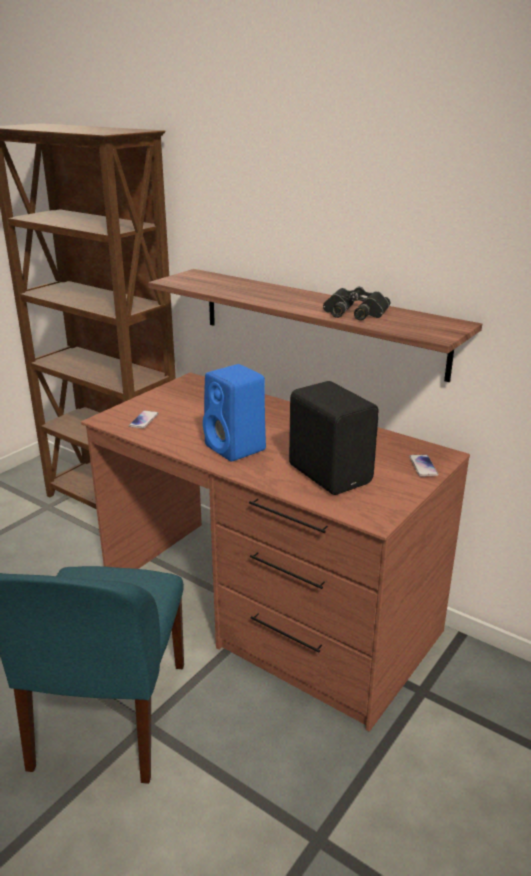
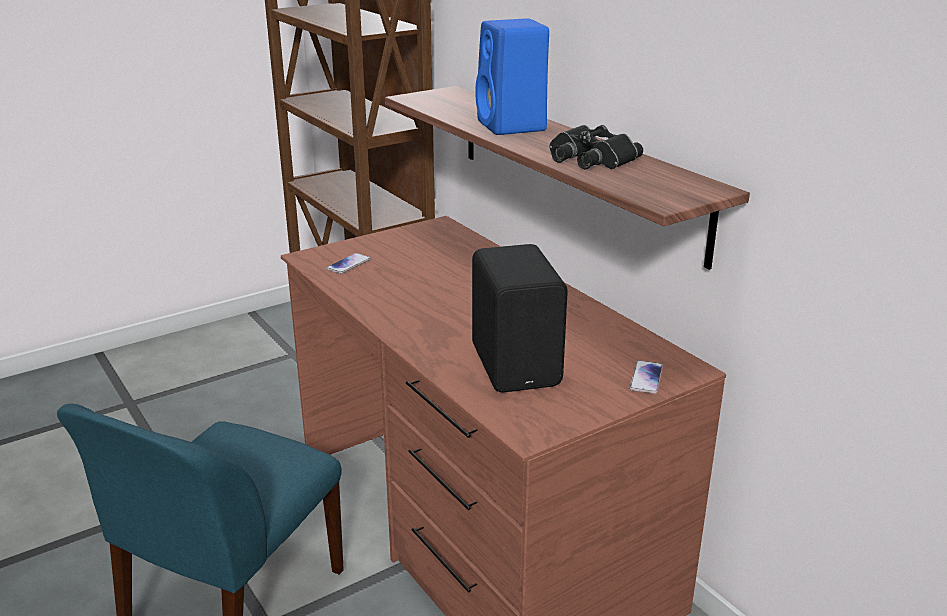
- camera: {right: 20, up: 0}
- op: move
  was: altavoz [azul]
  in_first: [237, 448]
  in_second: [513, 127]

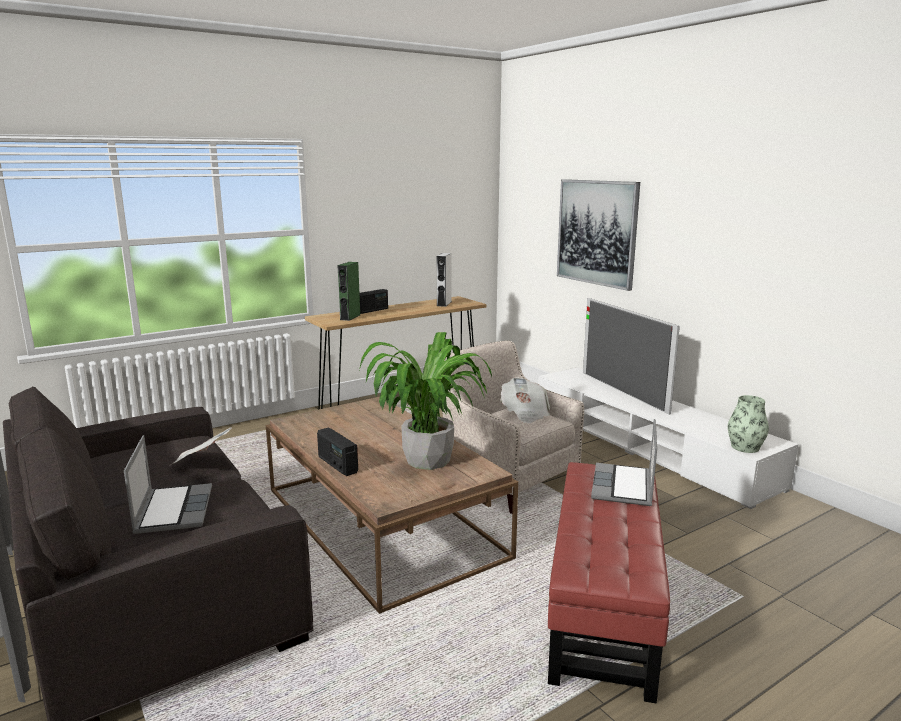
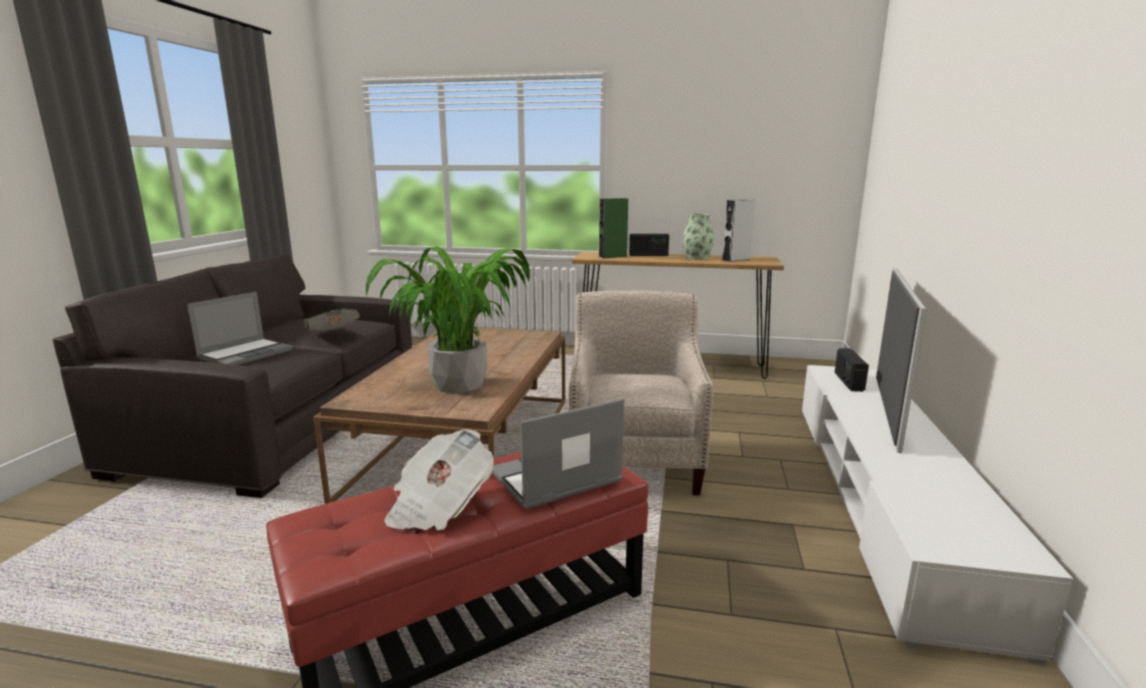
- camera: {right: 45, up: 0}
- op: delete
  was: cuadro
  in_first: [597, 232]
- op: move
  was: periódico
  in_first: [524, 413]
  in_second: [439, 506]
- op: move
  was: florero
  in_first: [745, 447]
  in_second: [696, 258]
- op: move
  was: radio
  in_first: [337, 465]
  in_second: [848, 382]

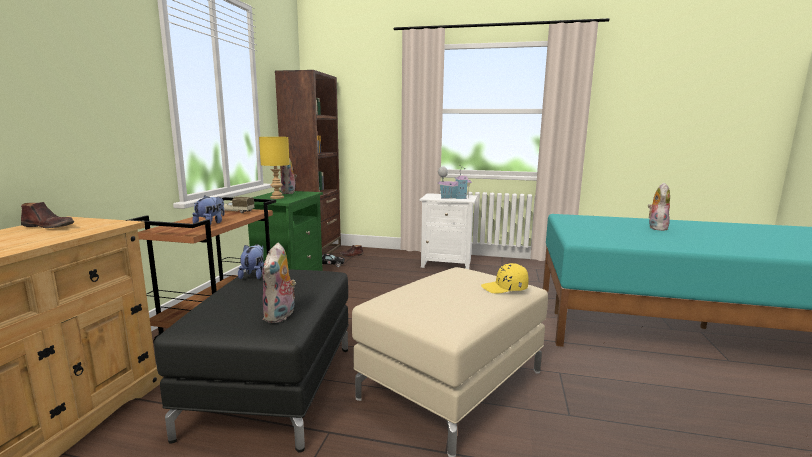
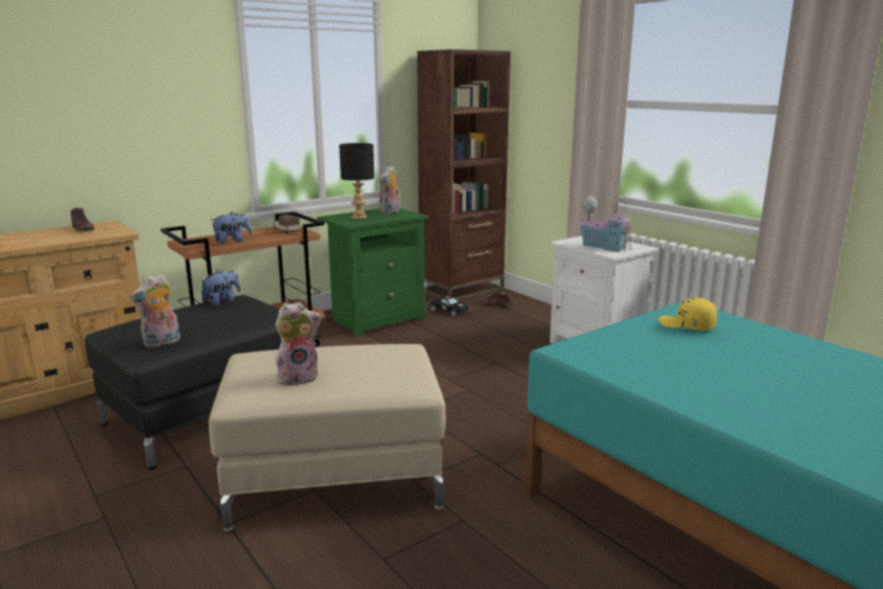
- camera: {right: 40, up: 5}
- op: recolor
  was: lámpara de mesa [amarillo]
  now: lámpara de mesa [negro]
  in_first: [276, 198]
  in_second: [358, 218]
- op: move
  was: peluche
  in_first: [656, 228]
  in_second: [298, 377]
- op: move
  was: gorra [amarillo]
  in_first: [505, 288]
  in_second: [686, 325]

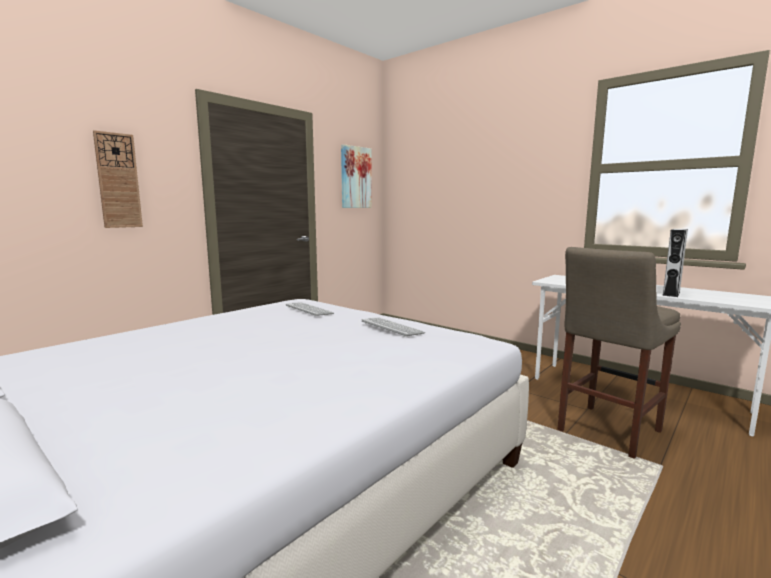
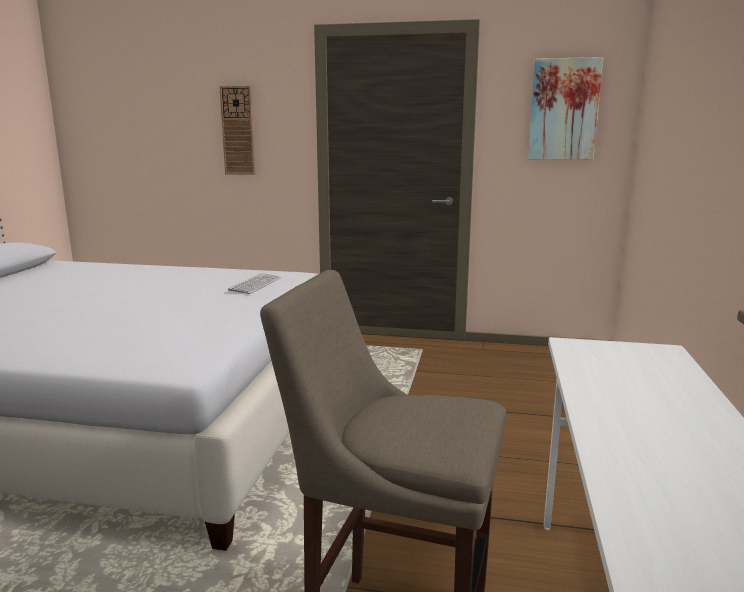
- camera: {right: 60, up: 5}
- op: delete
  was: altavoz [gris]
  in_first: [671, 293]
- op: delete
  was: teclado
  in_first: [392, 328]

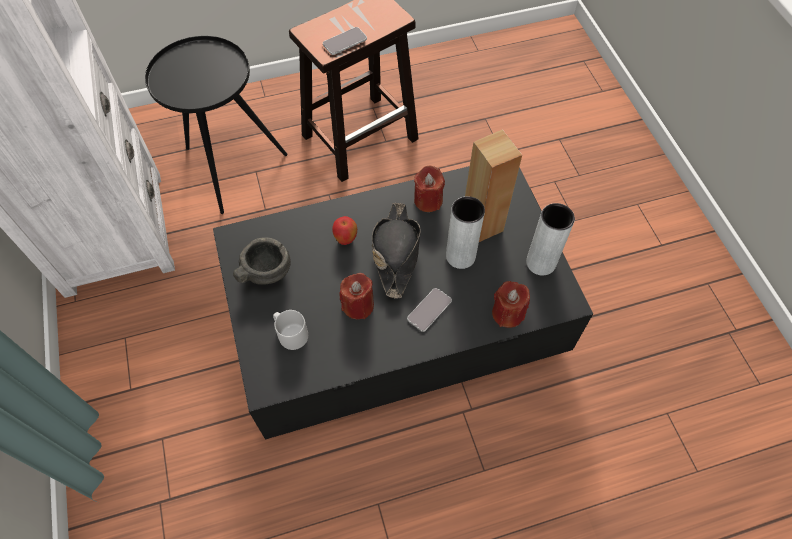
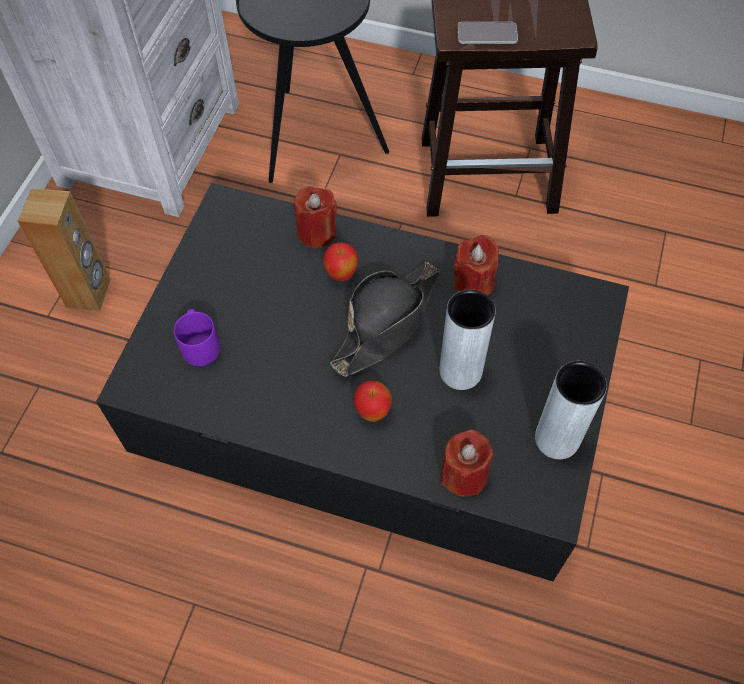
- camera: {right: 35, up: 0}
- op: move
  was: altavoz [marrón]
  in_first: [482, 224]
  in_second: [89, 293]
- op: delete
  was: cuenco [gris]
  in_first: [266, 271]
- op: move
  was: vela [rojo]
  in_first: [358, 305]
  in_second: [316, 232]
- op: replace
  was: móvil
  now: manzana
  in_first: [429, 310]
  in_second: [372, 412]
- op: recolor
  was: taza grande [gris]
  now: taza grande [morado]
  in_first: [291, 334]
  in_second: [200, 345]

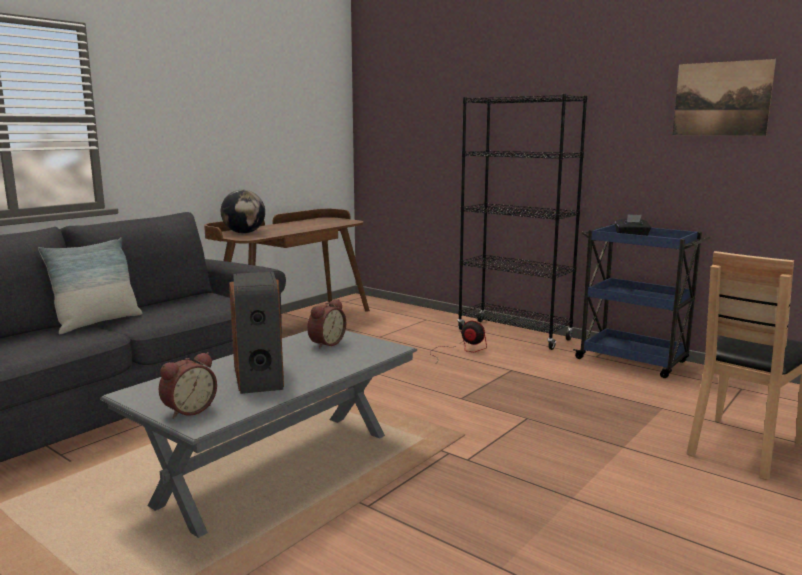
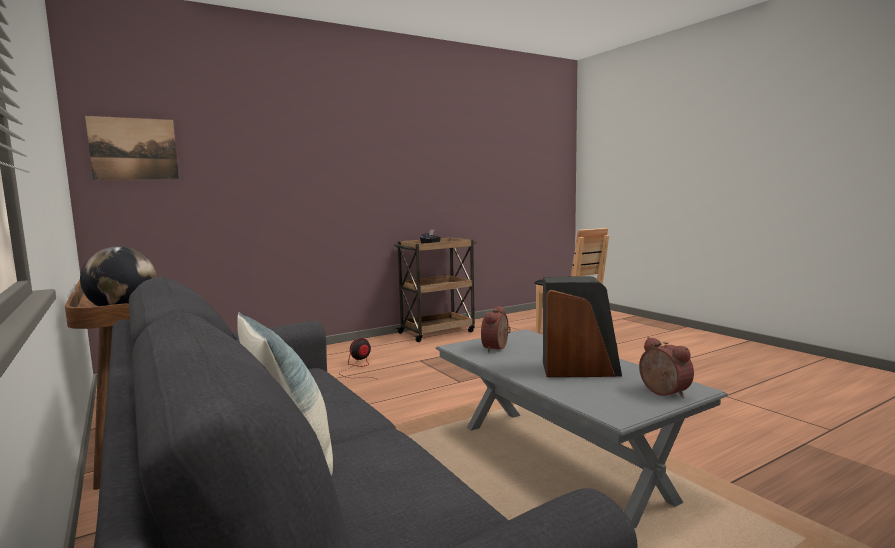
- camera: {right: -70, up: -5}
- op: move
  was: cuadro
  in_first: [721, 99]
  in_second: [134, 149]
- op: delete
  was: estantería [negro]
  in_first: [514, 334]
- op: recolor
  was: carrito [azul]
  now: carrito [marrón]
  in_first: [633, 361]
  in_second: [437, 332]
- op: rotate
  was: despertador
  in_first: [325, 343]
  in_second: [497, 348]
  clockwise: -120

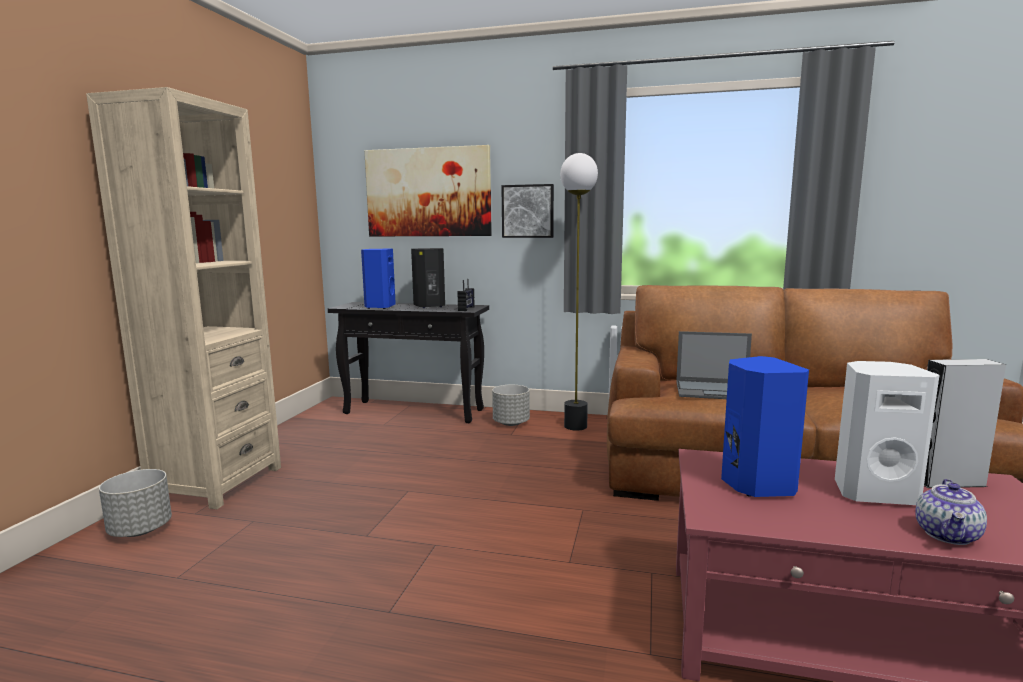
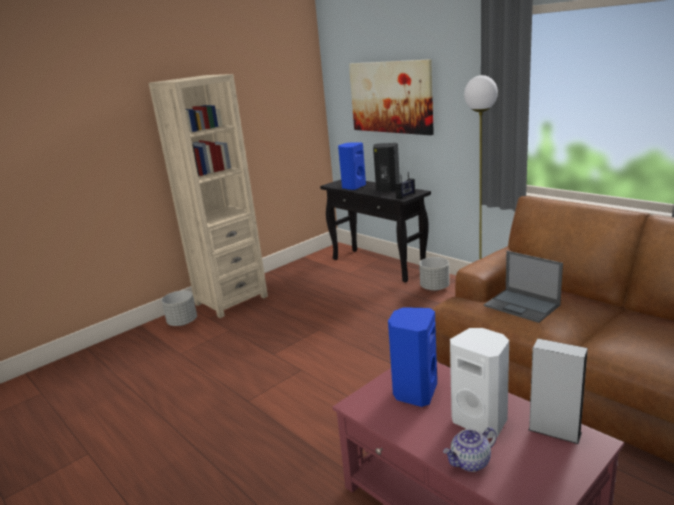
- camera: {right: 35, up: 10}
- op: delete
  was: cuadro
  in_first: [528, 211]

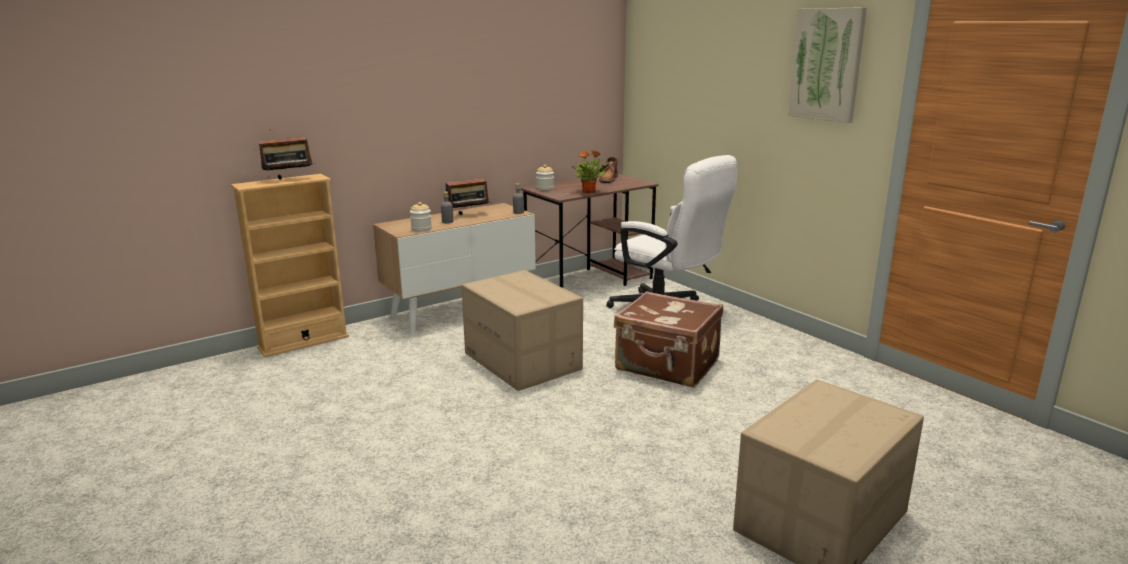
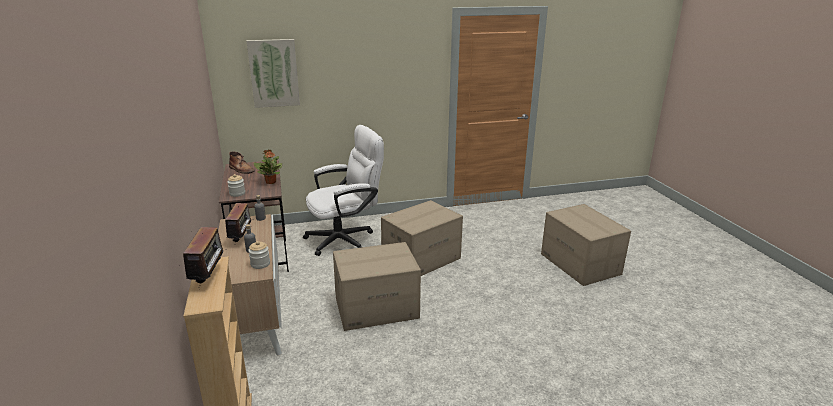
- camera: {right: -70, up: 5}
- op: move
  was: cuadro
  in_first: [827, 64]
  in_second: [274, 73]
- op: replace
  was: maleta [marrón]
  now: caja de cartón
  in_first: [667, 366]
  in_second: [421, 259]

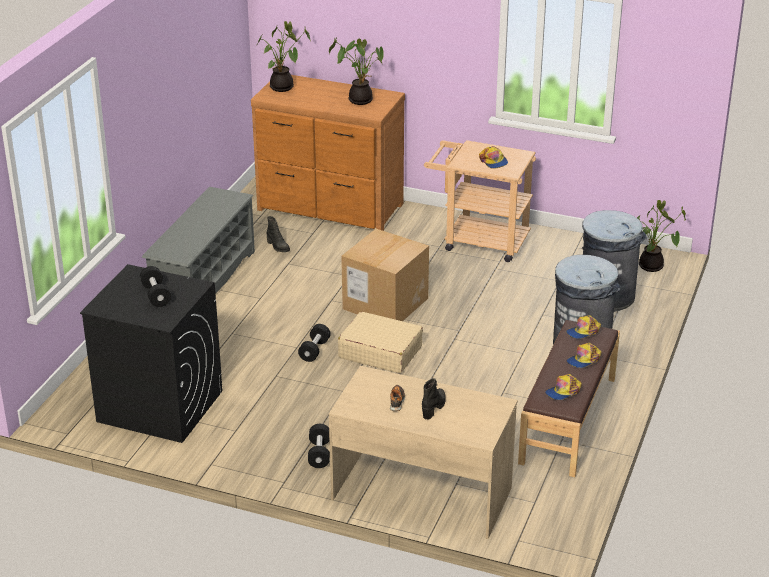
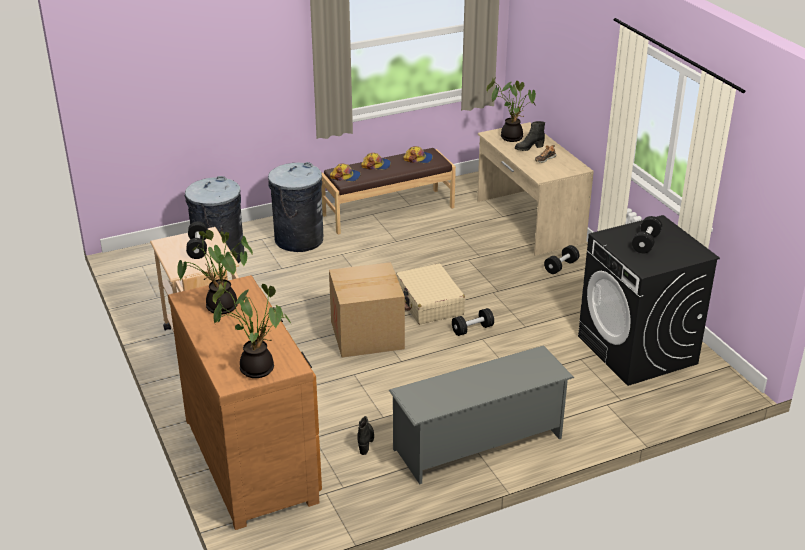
- camera: {right: -135, up: 0}
- op: replace
  was: gorra
  now: mancuerna [negro]
  in_first: [493, 161]
  in_second: [198, 248]
- op: move
  was: planta en maceta
  in_first: [653, 267]
  in_second: [511, 137]

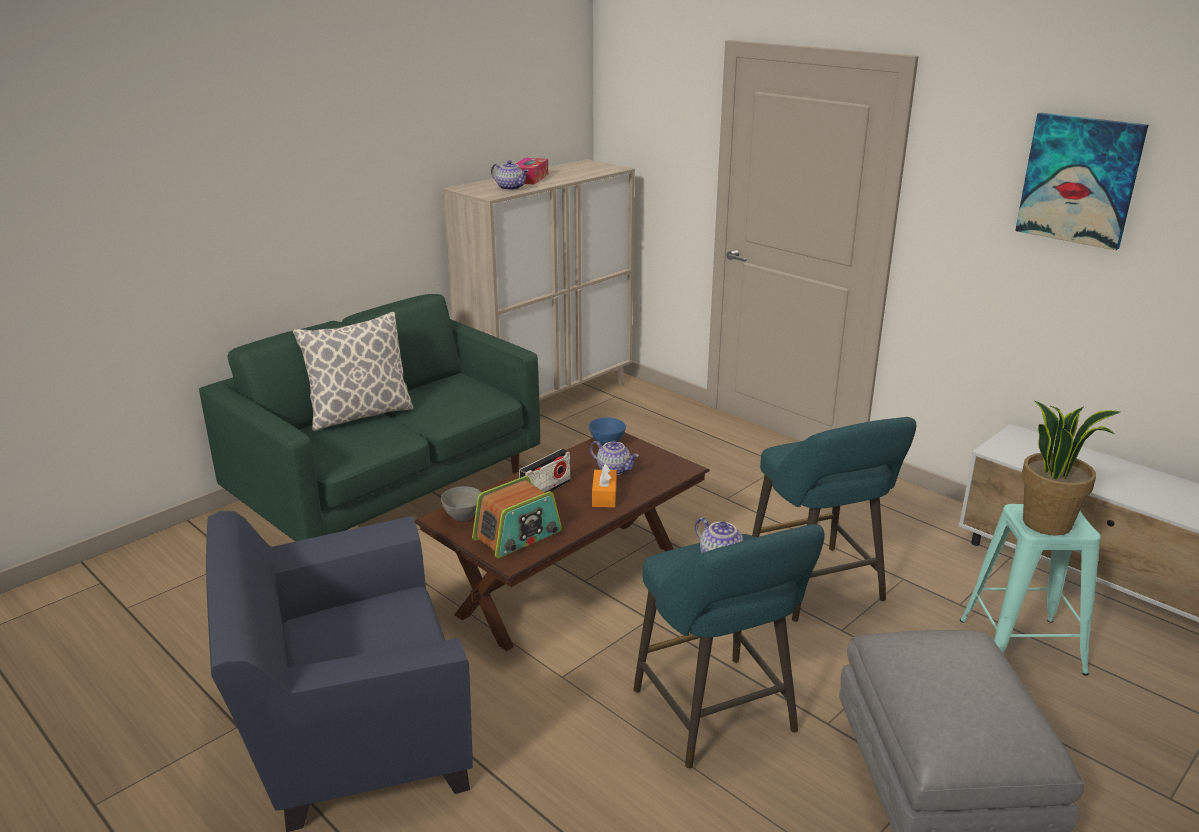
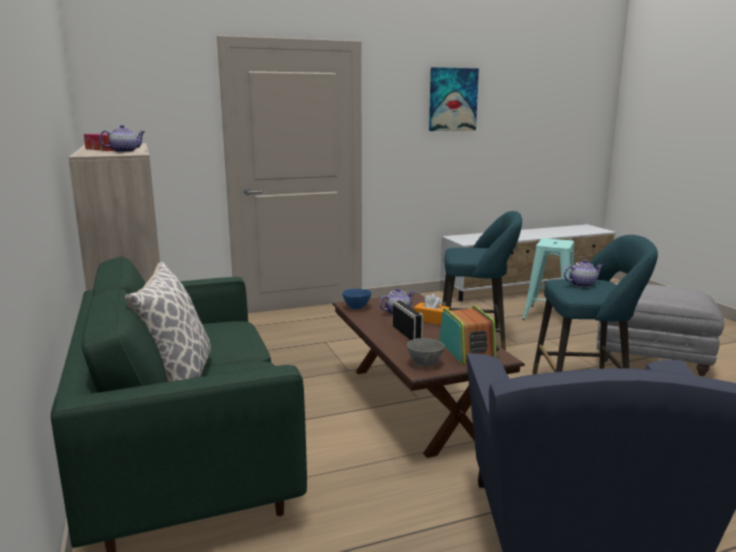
- camera: {right: -65, up: -10}
- op: delete
  was: planta en maceta
  in_first: [1047, 523]

